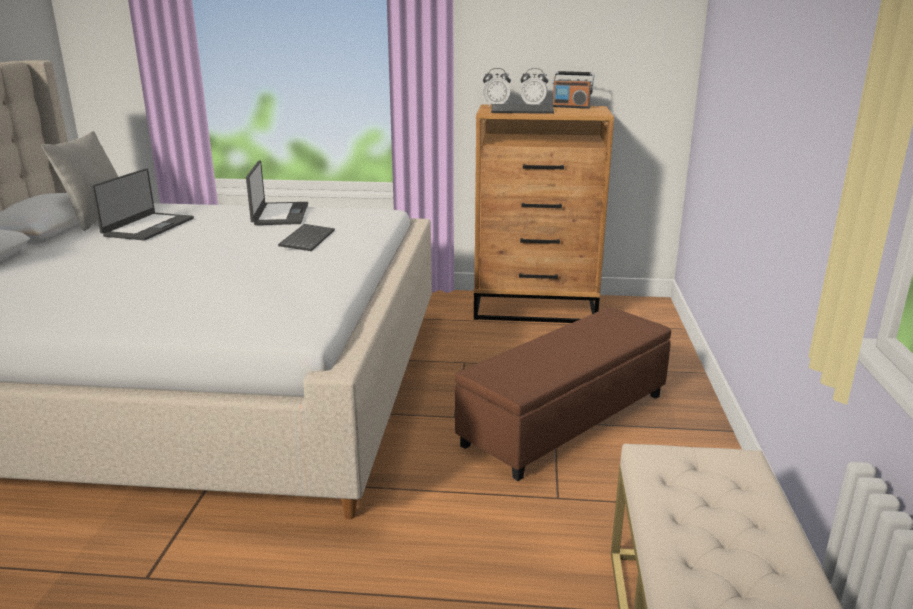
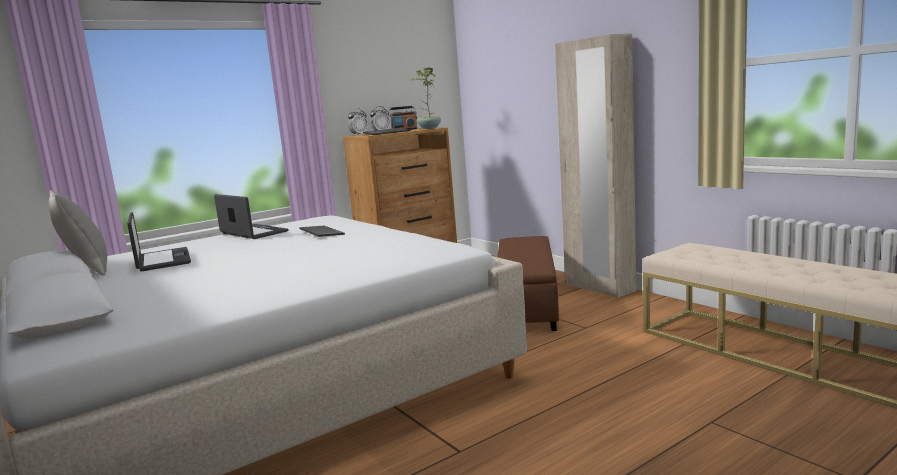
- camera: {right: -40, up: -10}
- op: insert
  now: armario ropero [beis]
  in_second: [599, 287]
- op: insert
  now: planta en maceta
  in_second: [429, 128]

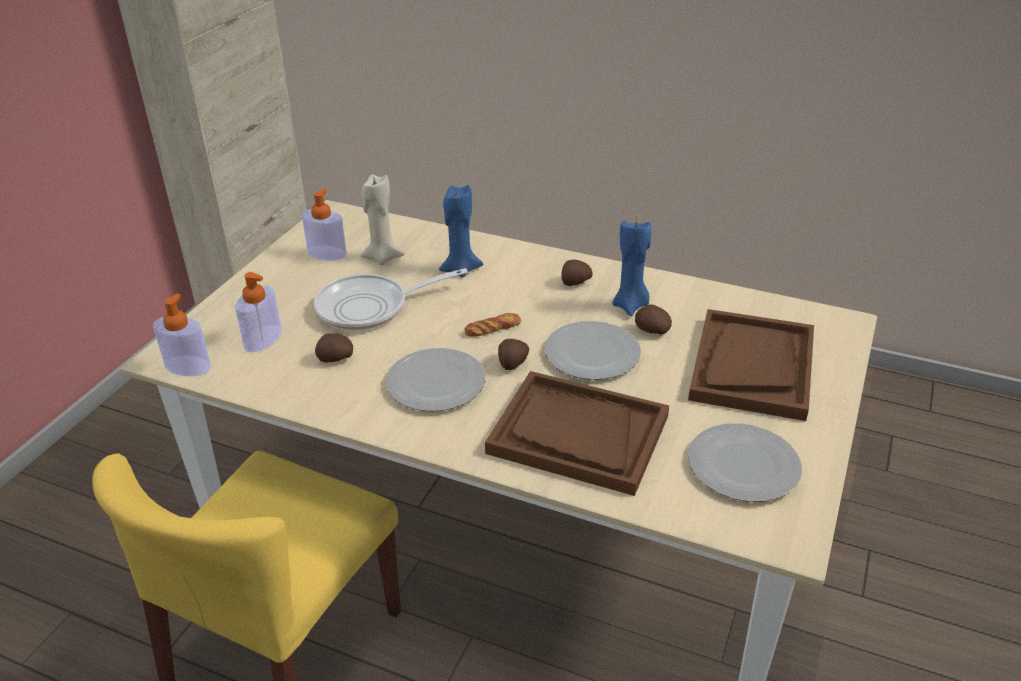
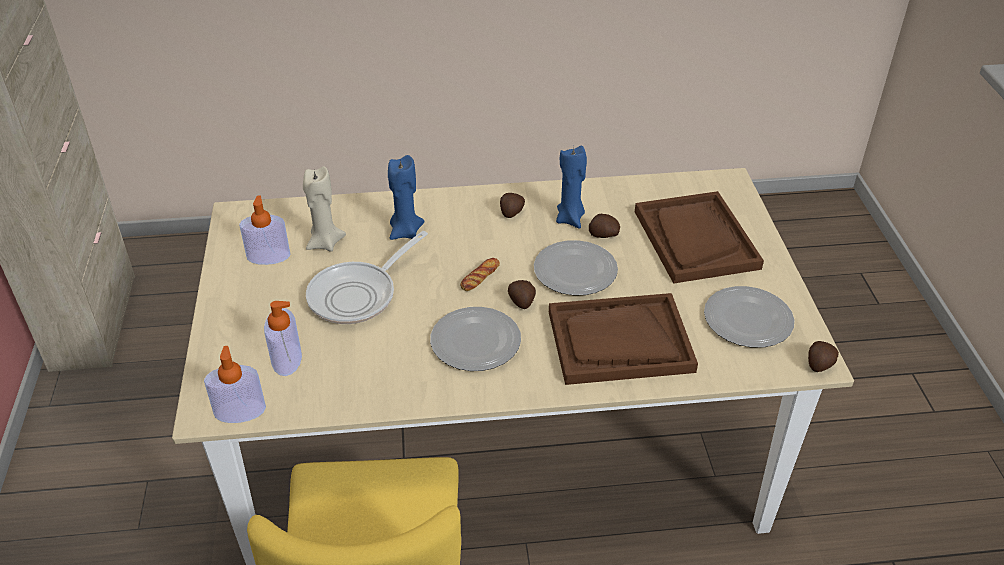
- camera: {right: -30, up: 5}
- op: move
  was: patata
  in_first: [335, 359]
  in_second: [818, 365]

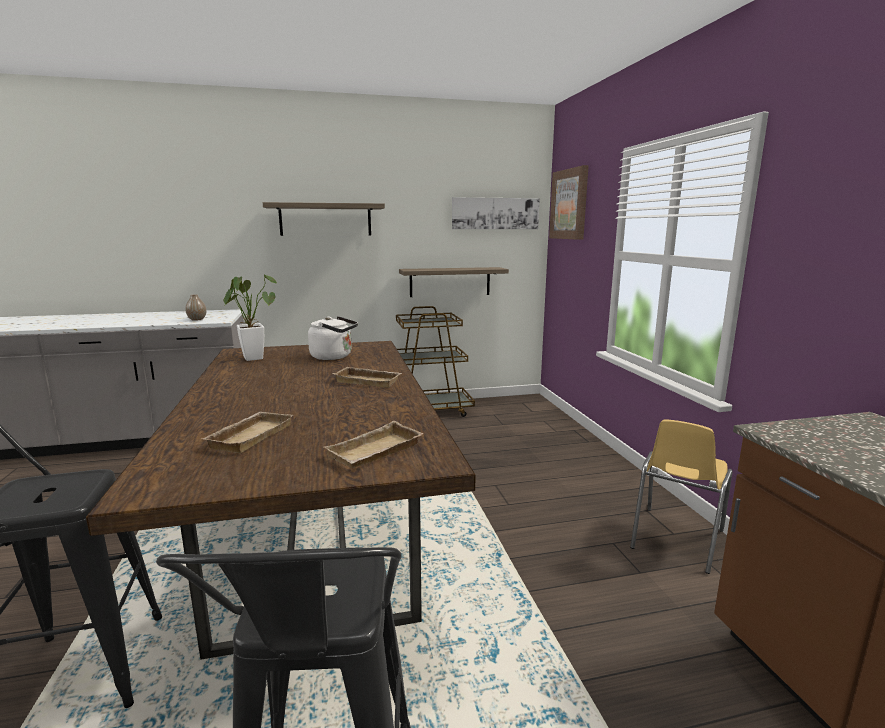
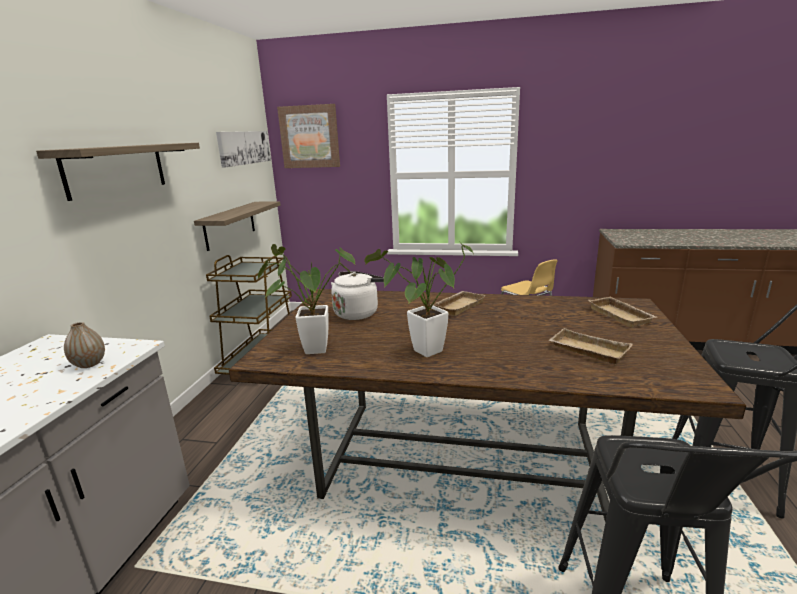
- camera: {right: -65, up: 5}
- op: insert
  now: planta en maceta
  in_second: [422, 353]

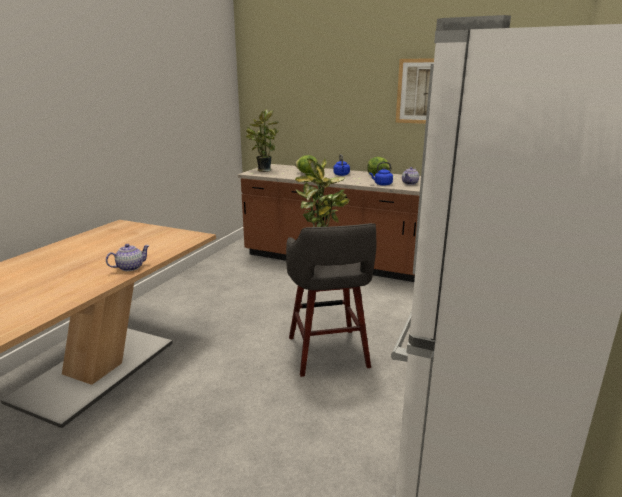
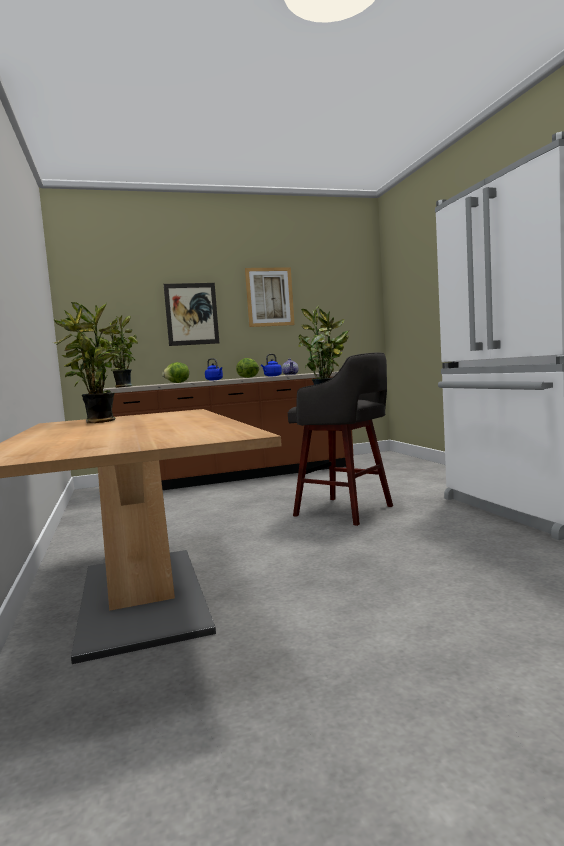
- camera: {right: -40, up: -15}
- op: delete
  was: tetera
  in_first: [130, 267]
- op: insert
  now: cuadro
  in_second: [191, 314]
- op: insert
  now: planta en maceta
  in_second: [98, 422]

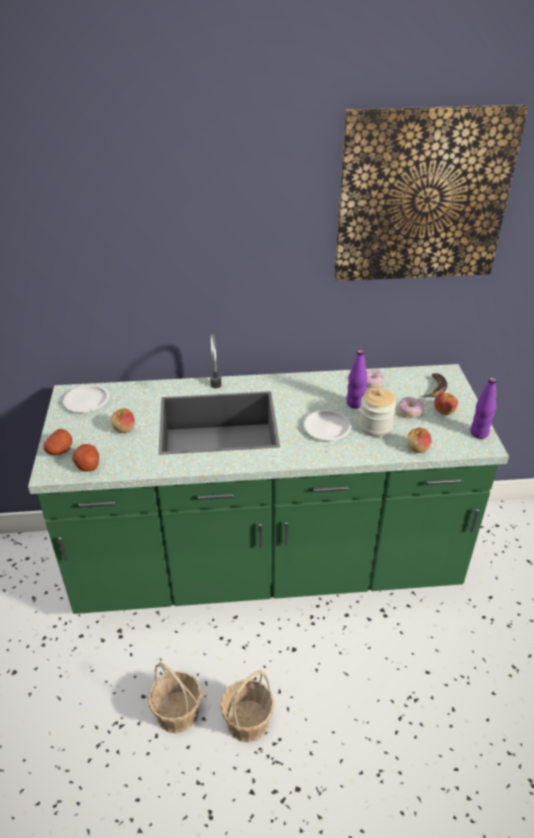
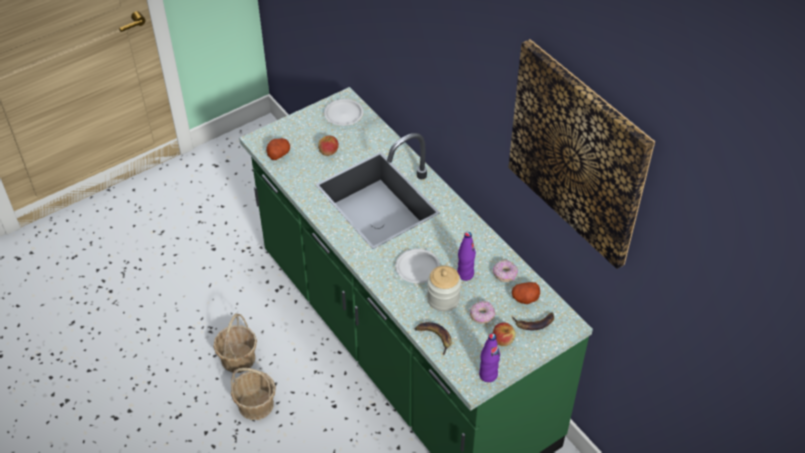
- camera: {right: 60, up: 10}
- op: replace
  was: manzana
  now: plátano
  in_first: [417, 448]
  in_second: [434, 337]
- op: move
  was: patata
  in_first: [60, 450]
  in_second: [525, 298]

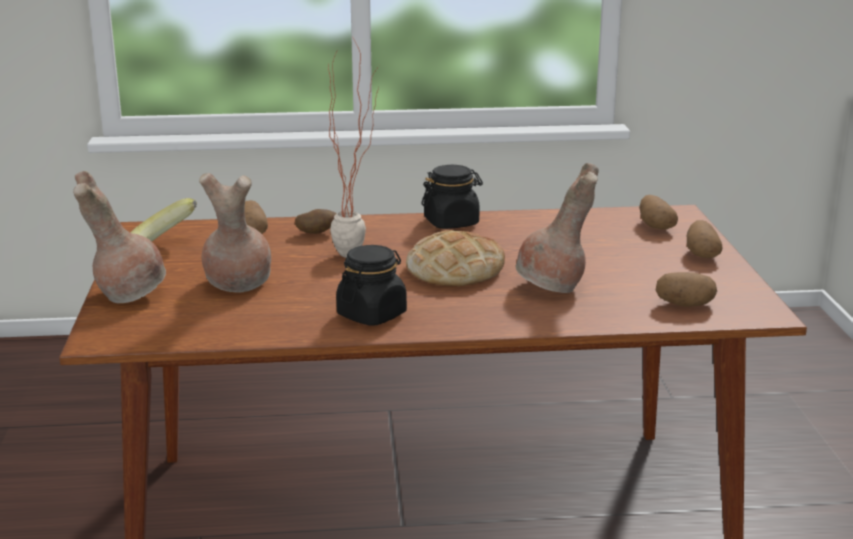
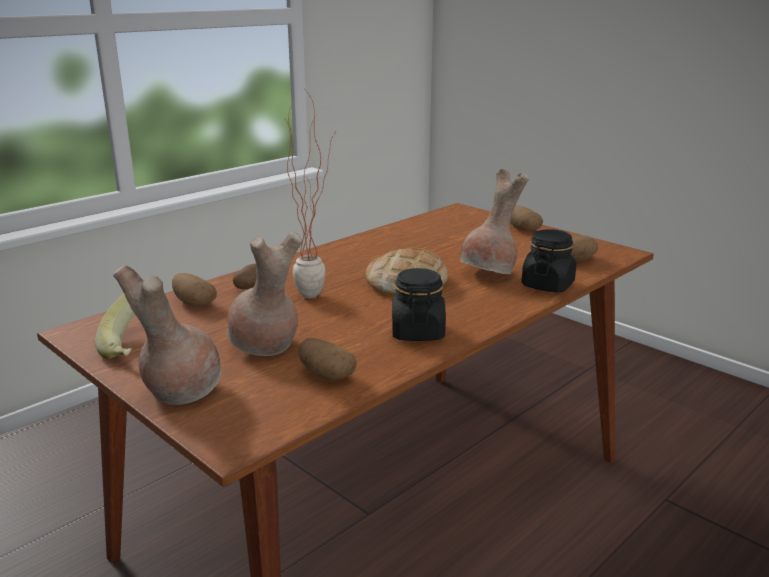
- camera: {right: -40, up: 0}
- op: move
  was: tarro [negro]
  in_first: [451, 222]
  in_second: [547, 285]
- op: move
  was: patata
  in_first: [655, 226]
  in_second: [325, 375]

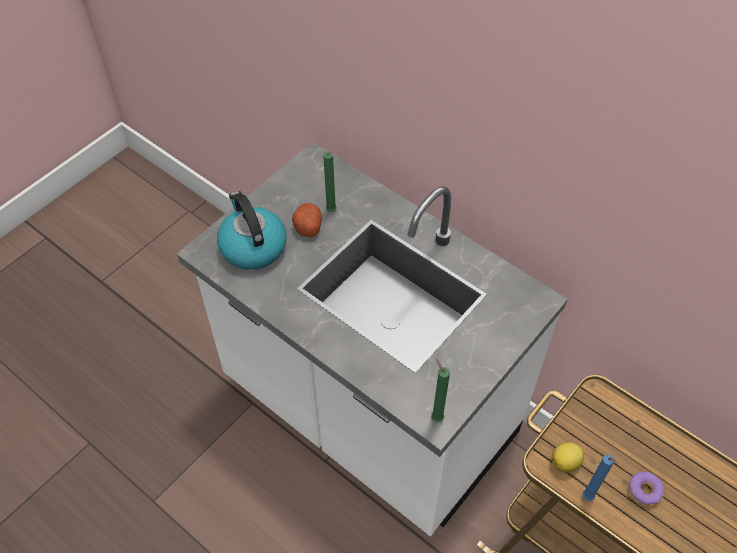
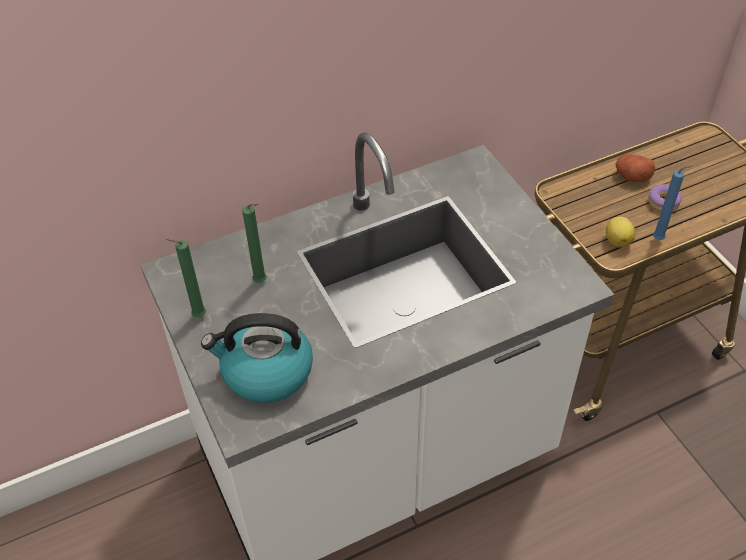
- camera: {right: -65, up: -5}
- op: move
  was: patata
  in_first: [307, 226]
  in_second: [632, 176]
- op: move
  was: vela [verde]
  in_first: [435, 417]
  in_second: [197, 316]

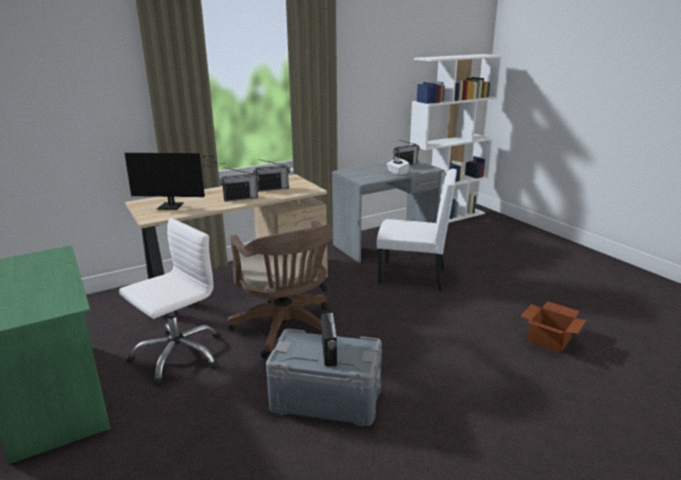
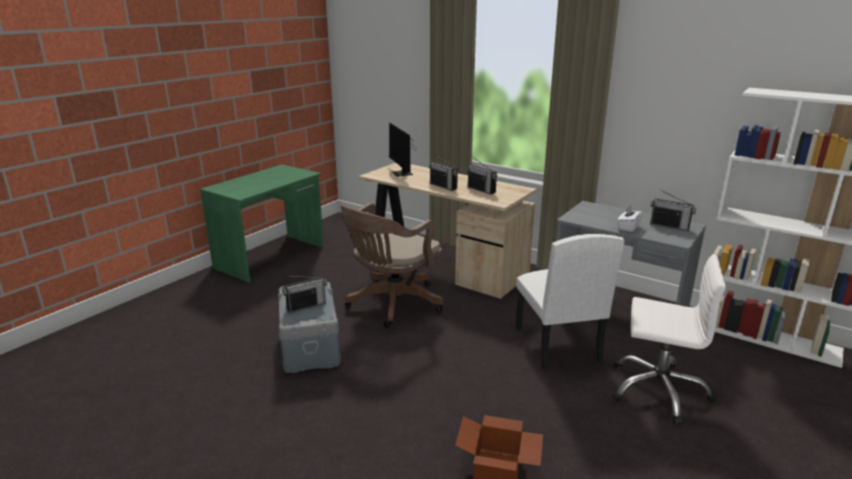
- camera: {right: 65, up: 0}
- op: move
  was: silla de oficina [blanco]
  in_first: [178, 355]
  in_second: [658, 390]

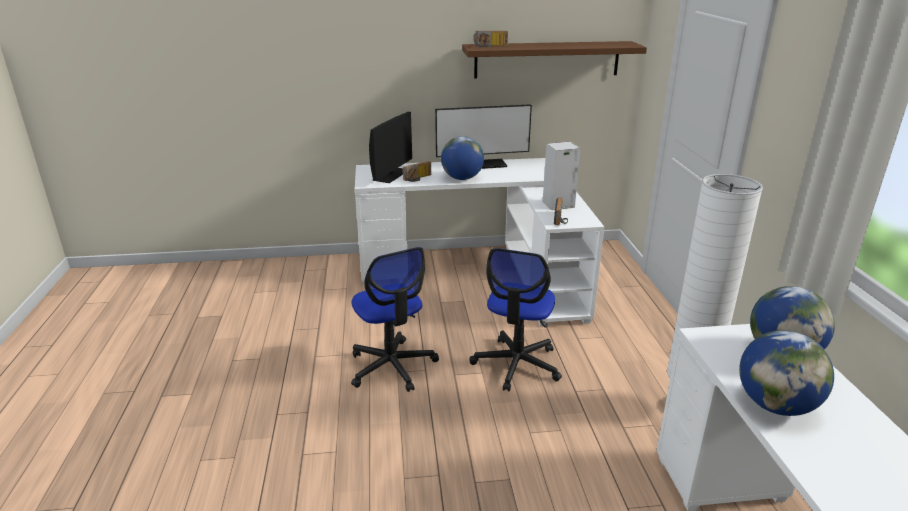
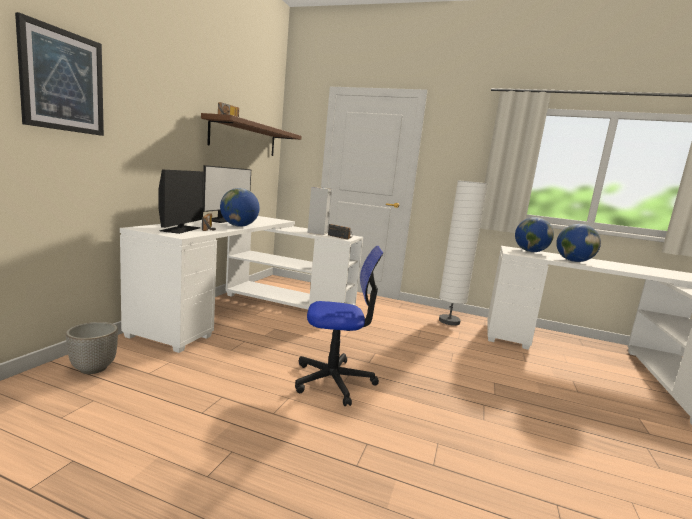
- camera: {right: -65, up: -15}
- op: rotate
  was: monitor
  in_first: [391, 175]
  in_second: [181, 229]
  clockwise: 45
- op: delete
  was: silla de oficina
  in_first: [517, 364]
- op: insert
  now: cuadro
  in_second: [63, 81]
- op: insert
  now: maceta
  in_second: [93, 368]

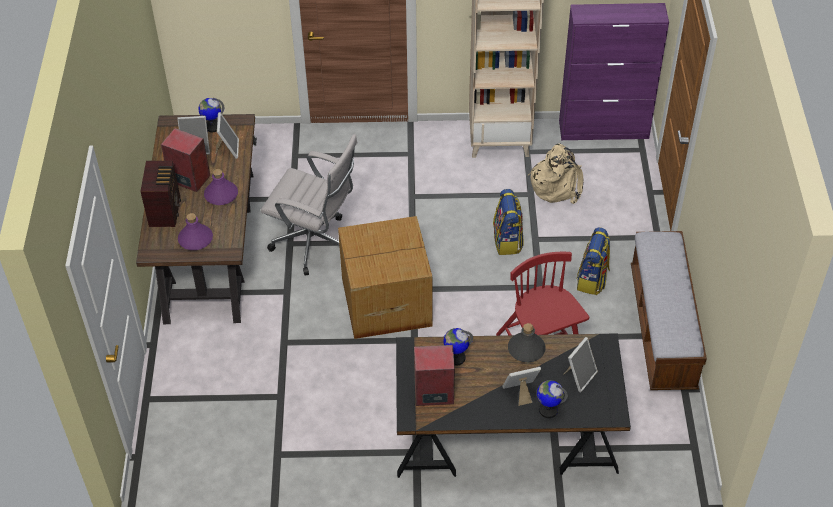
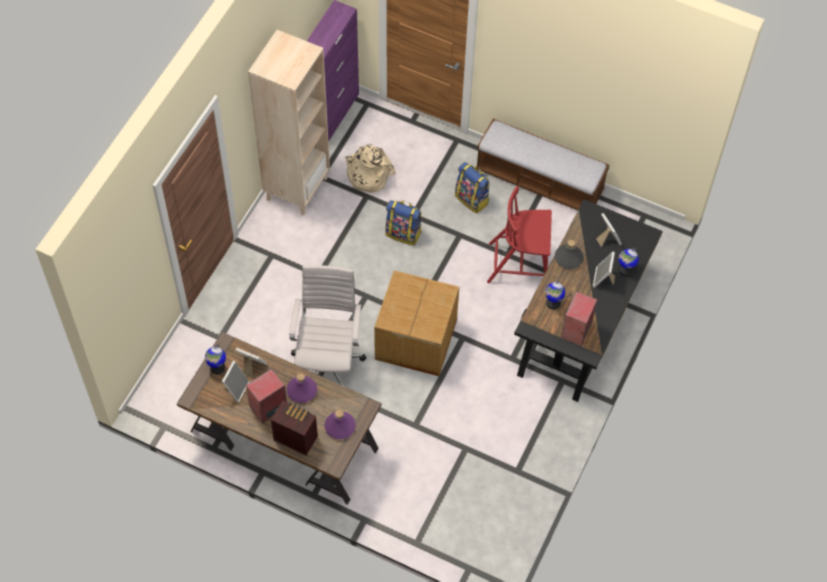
- camera: {right: -65, up: 10}
- op: rotate
  was: silla de oficina [blanco]
  in_first: [316, 244]
  in_second: [328, 362]
  clockwise: -45

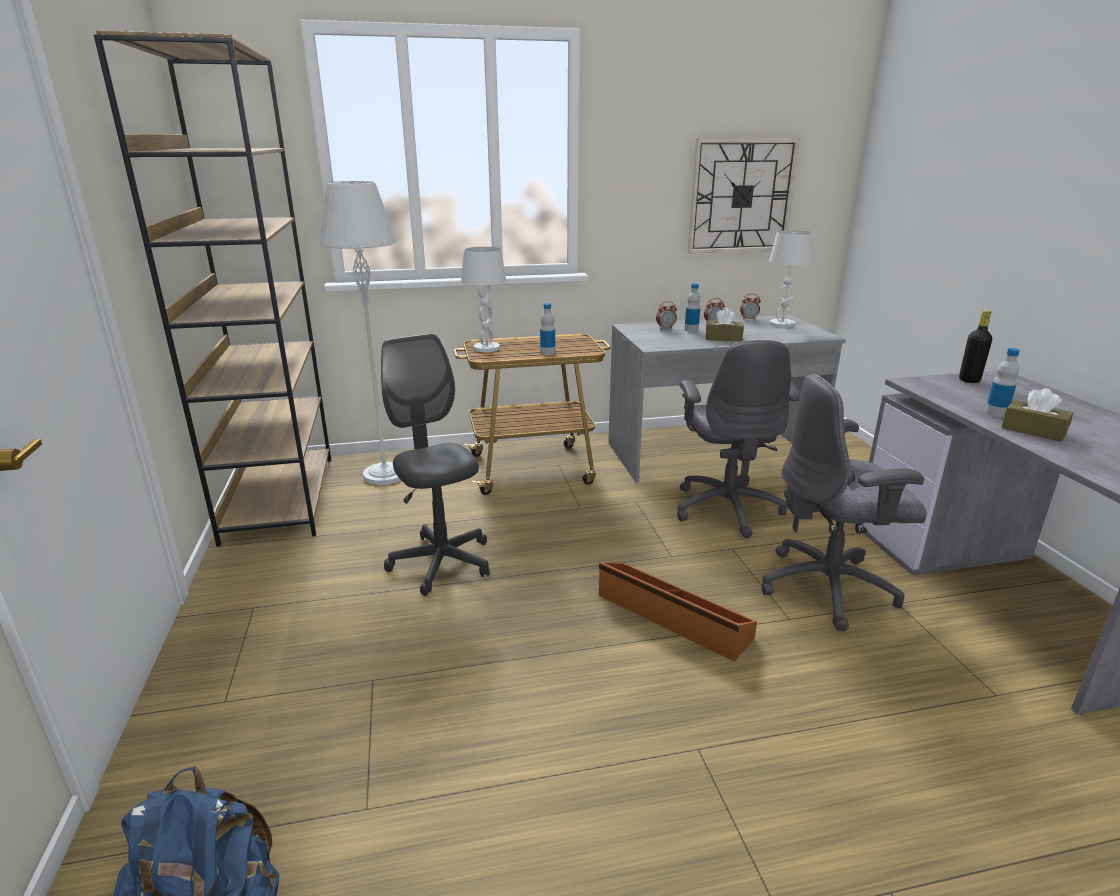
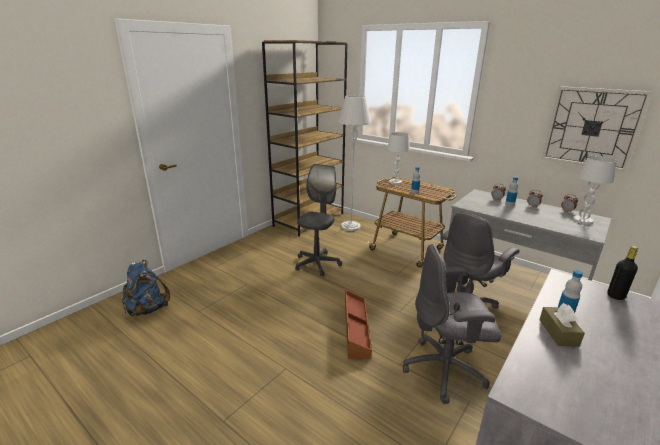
- camera: {right: 50, up: 0}
- op: delete
  was: caja de pañuelos [marrón]
  in_first: [723, 338]
- op: rotate
  was: silla de oficina [gris]
  in_first: [829, 588]
  in_second: [445, 370]
  clockwise: -45

